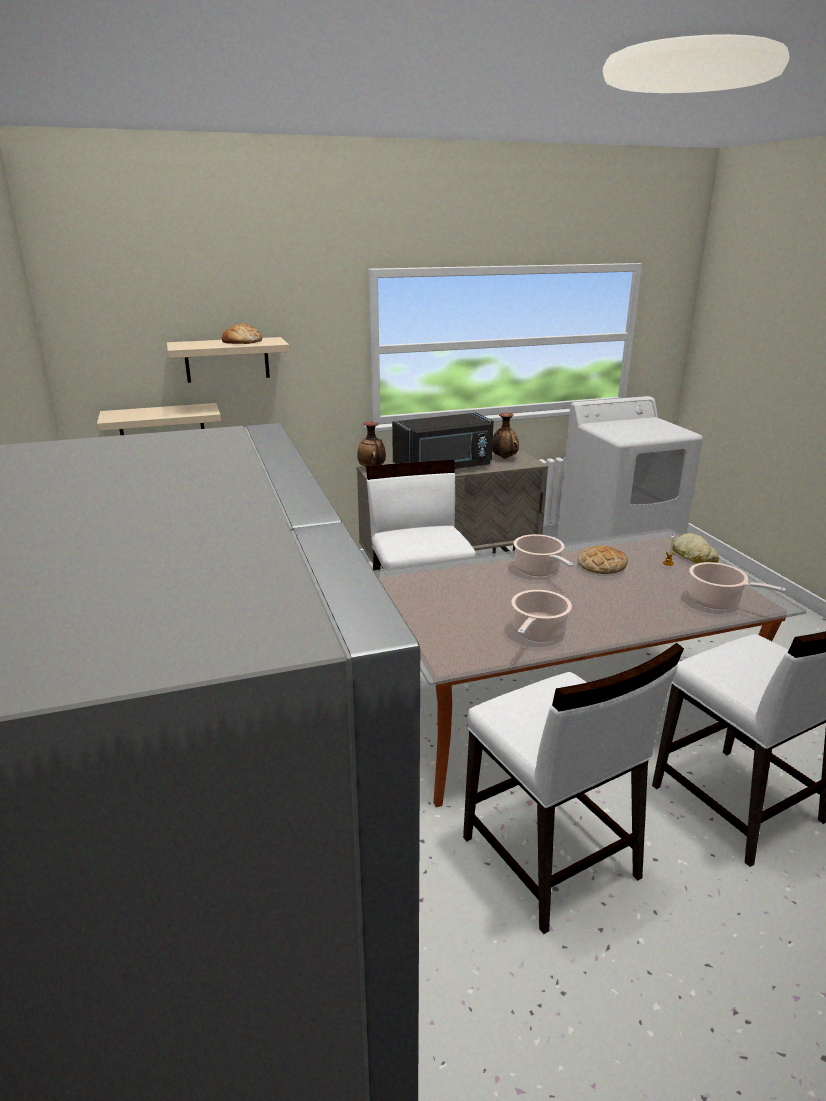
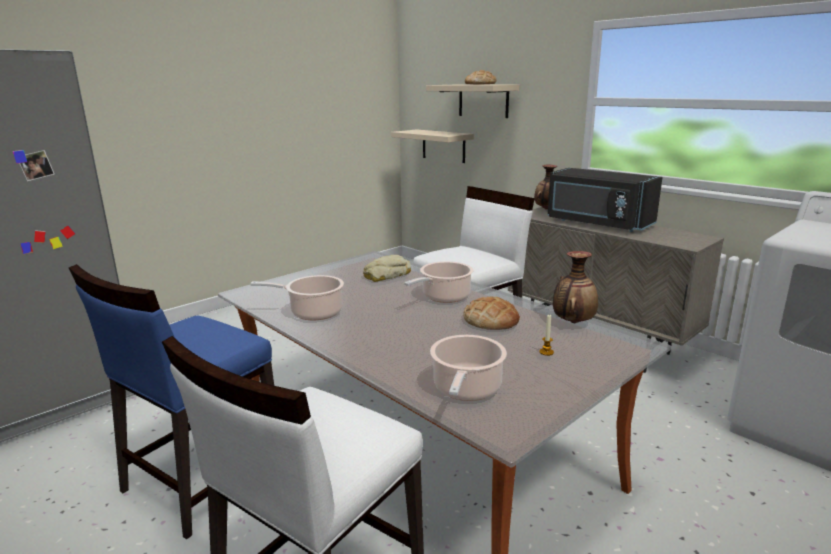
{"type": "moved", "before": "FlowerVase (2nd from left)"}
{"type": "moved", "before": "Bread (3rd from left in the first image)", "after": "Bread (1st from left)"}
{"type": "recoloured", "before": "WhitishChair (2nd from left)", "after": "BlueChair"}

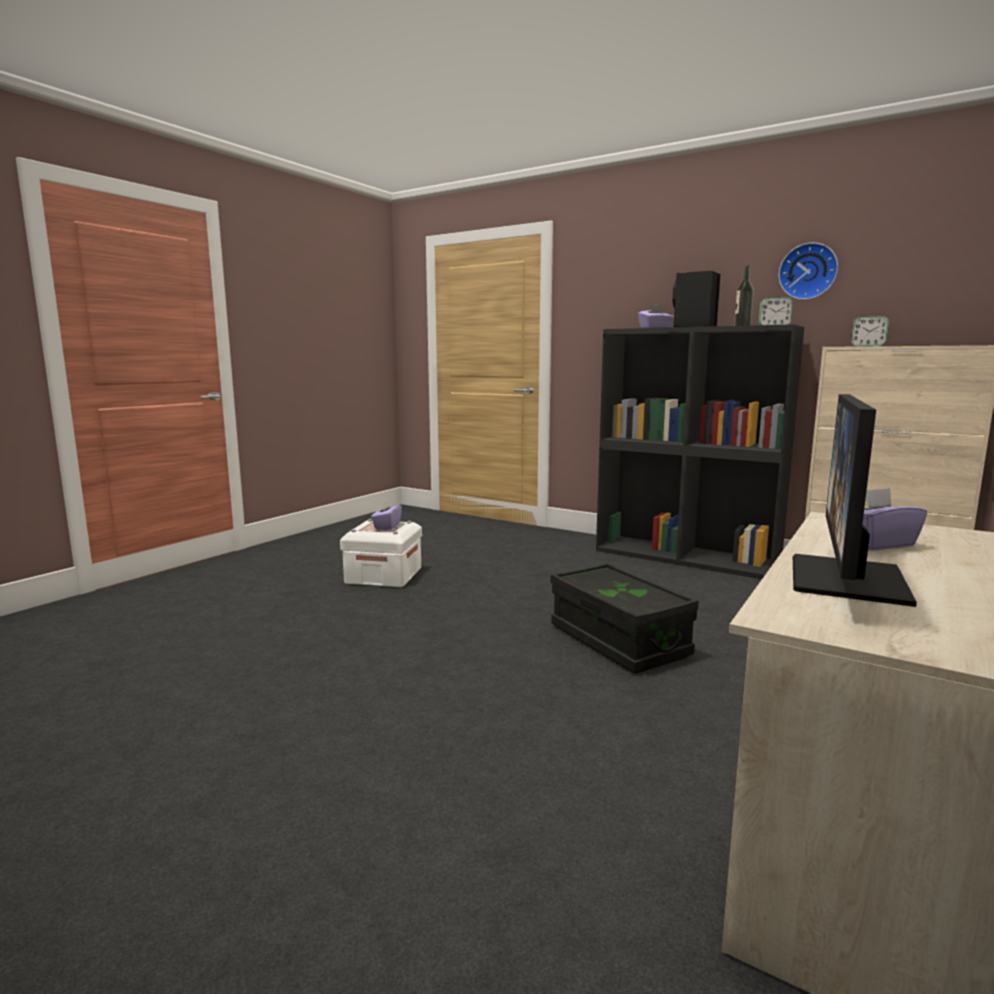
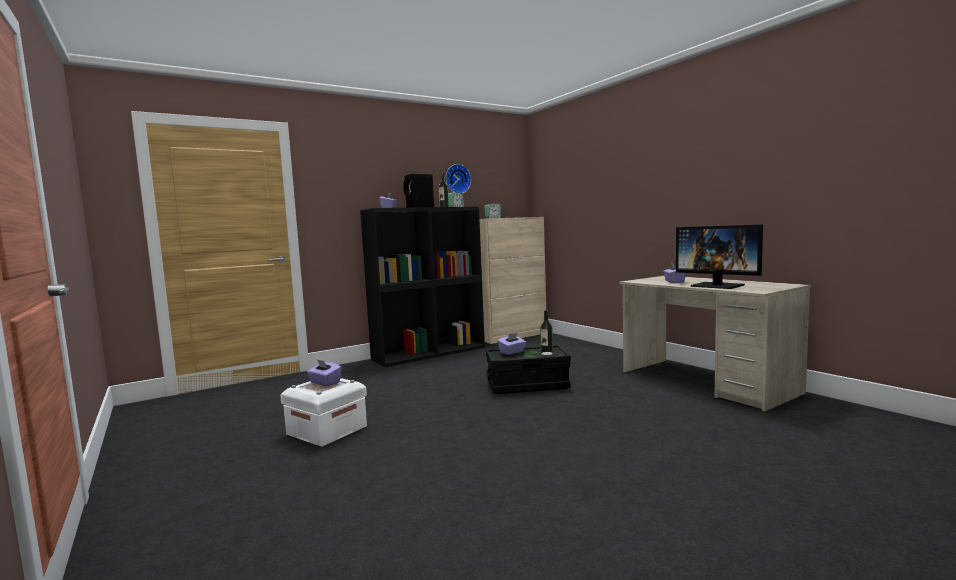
{"type": "added", "after": "Bottle (2nd from left)"}
{"type": "added", "after": "PurplishBoxOfTissues (3rd from left)"}

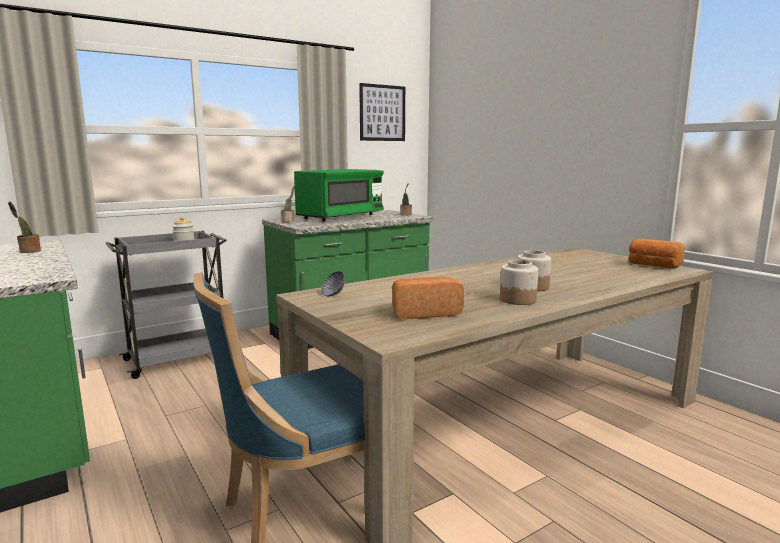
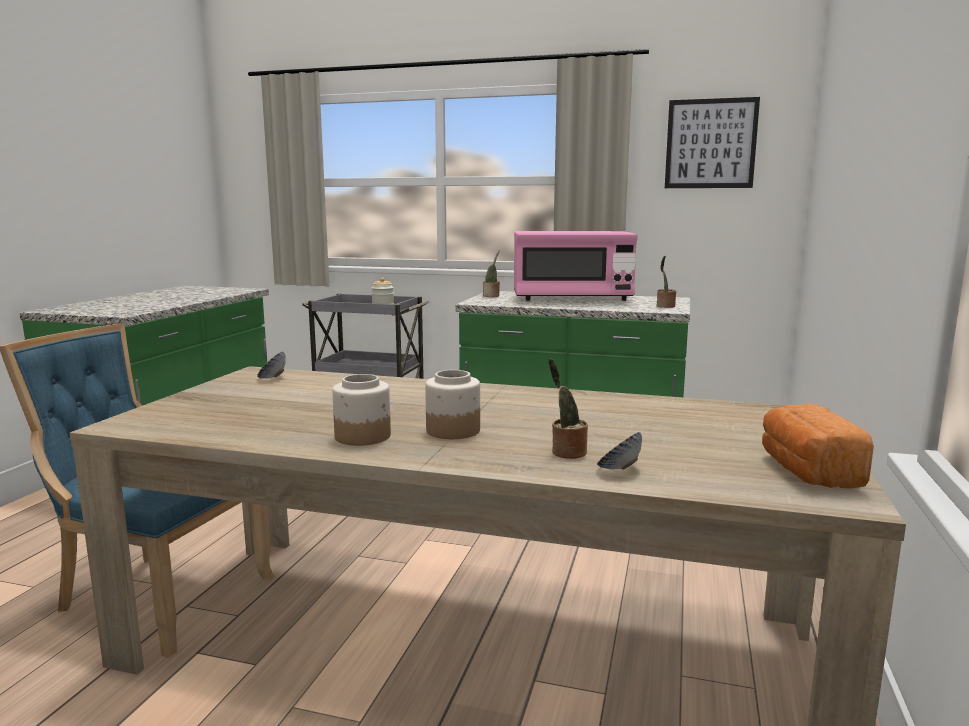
{"type": "recoloured", "before": "GreenMicrowaveOven", "after": "PinkMicrowaveOven"}
{"type": "moved", "before": "PottedPlant (1st from left in the first image)", "after": "PottedPlant (2nd from left)"}
{"type": "removed", "before": "Bread (1st from left)"}
{"type": "added", "after": "DeepDish (2nd from left)"}

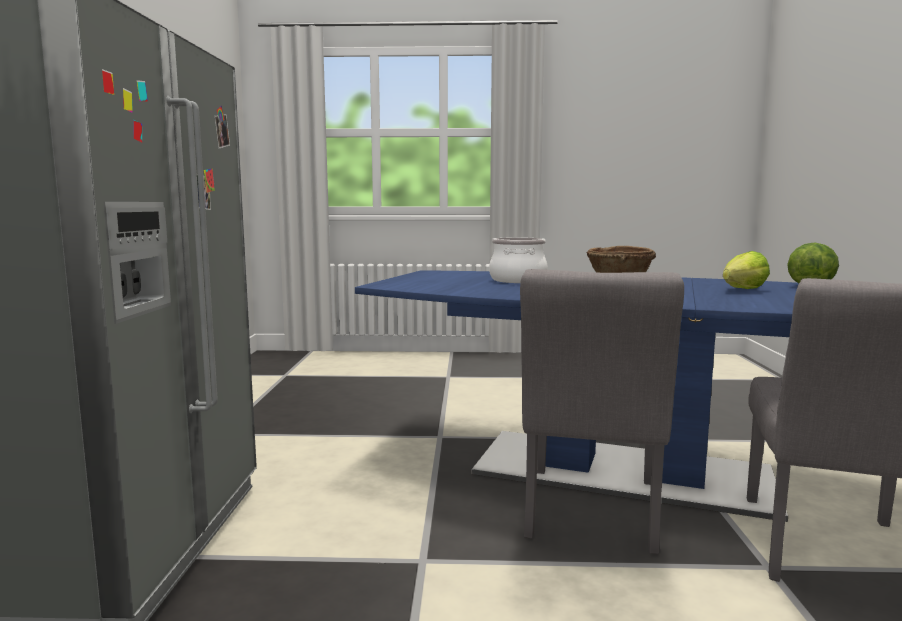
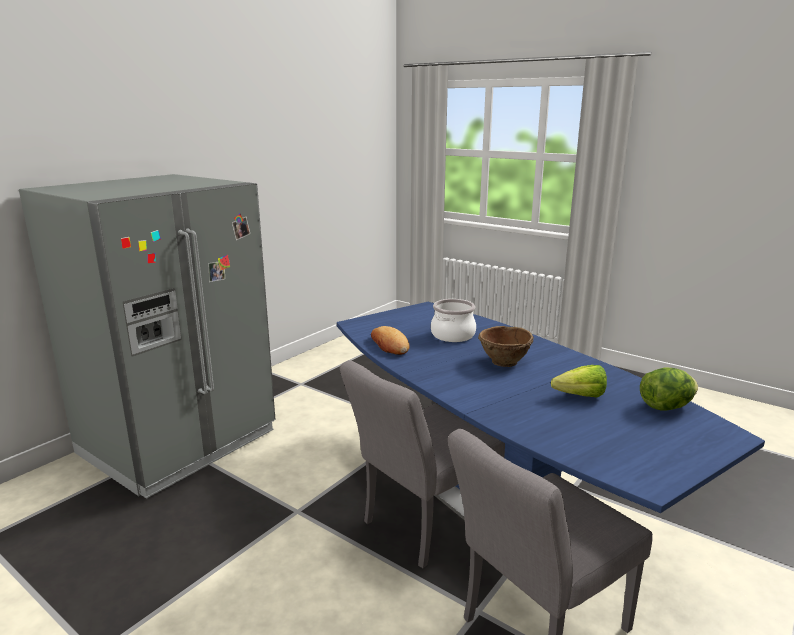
{"type": "added", "after": "Bread"}

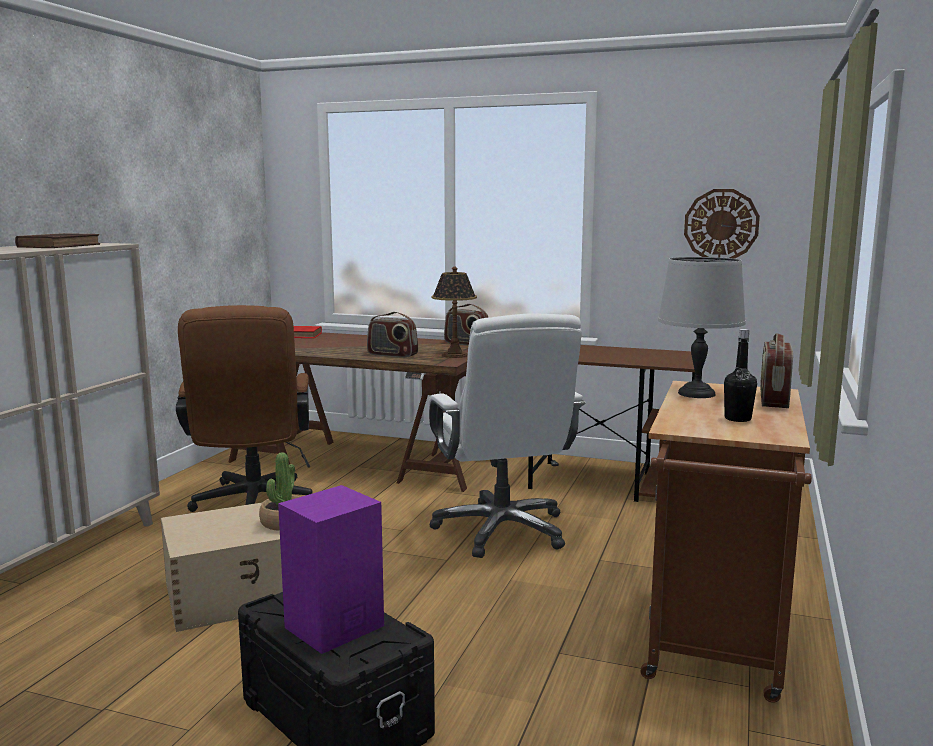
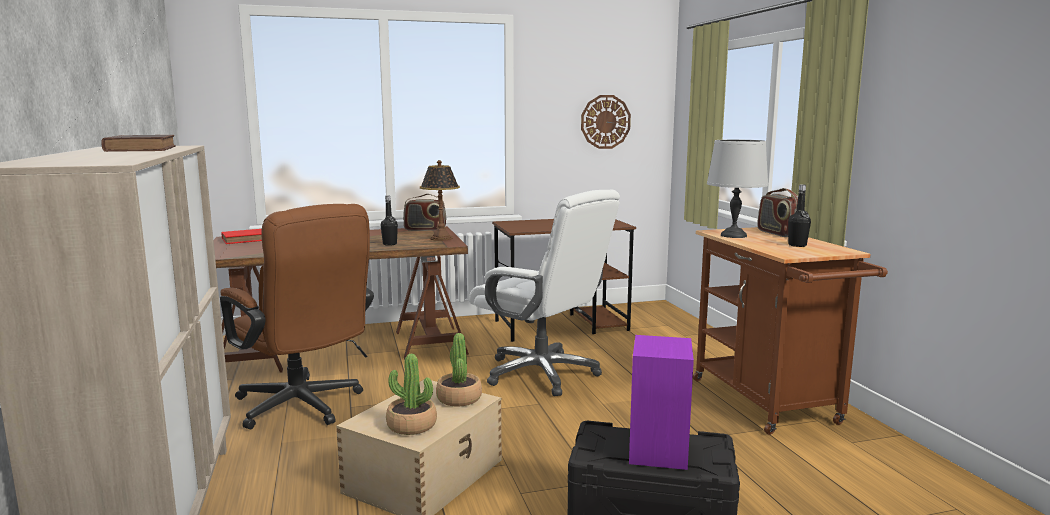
{"type": "replaced", "before": "Radio (1st from left)", "after": "BlackBottle (1st from left)"}
{"type": "added", "after": "PottedPlant (1st from left)"}

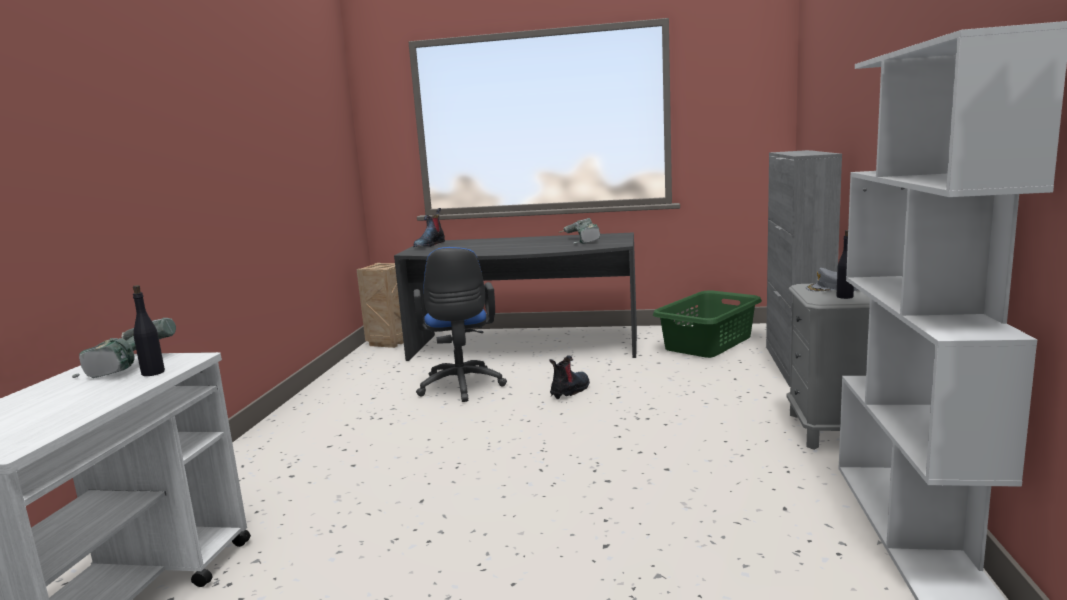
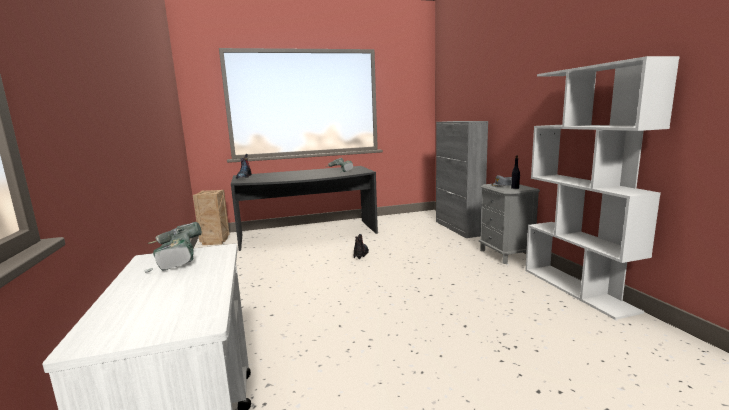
{"type": "removed", "before": "BlueComputerChair"}
{"type": "removed", "before": "BlackBottle (1st from left)"}
{"type": "removed", "before": "GreenWashingBasket"}

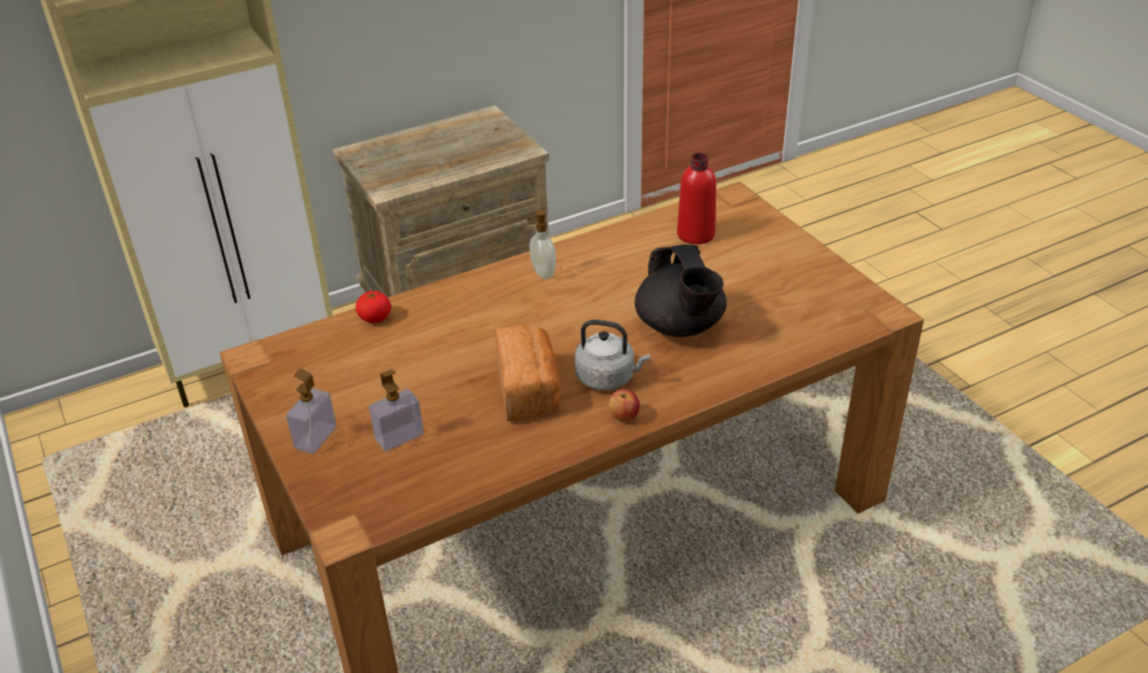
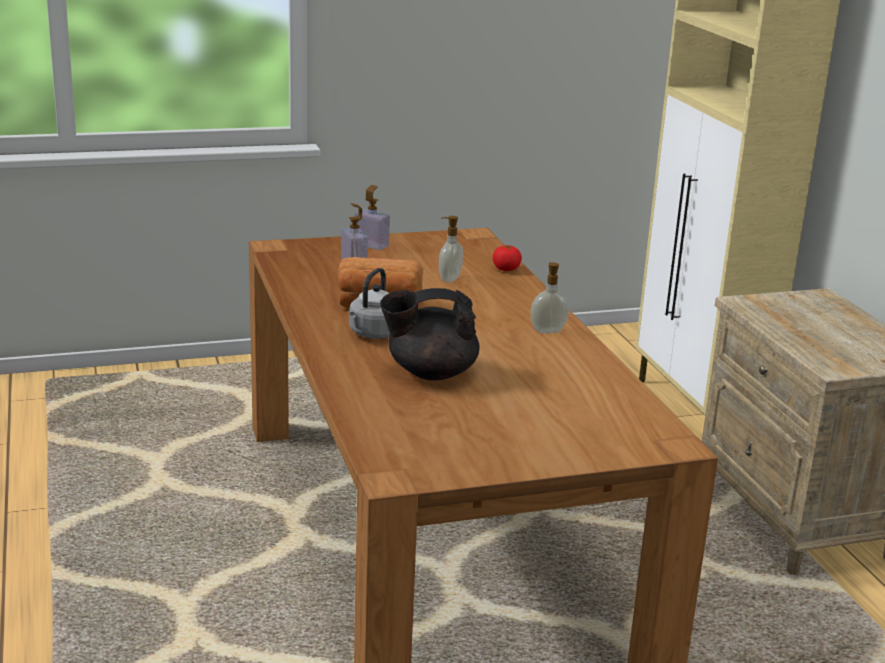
{"type": "removed", "before": "ReddishBottle"}
{"type": "removed", "before": "AppleFruit"}
{"type": "added", "after": "SoapBottle (3rd from left)"}

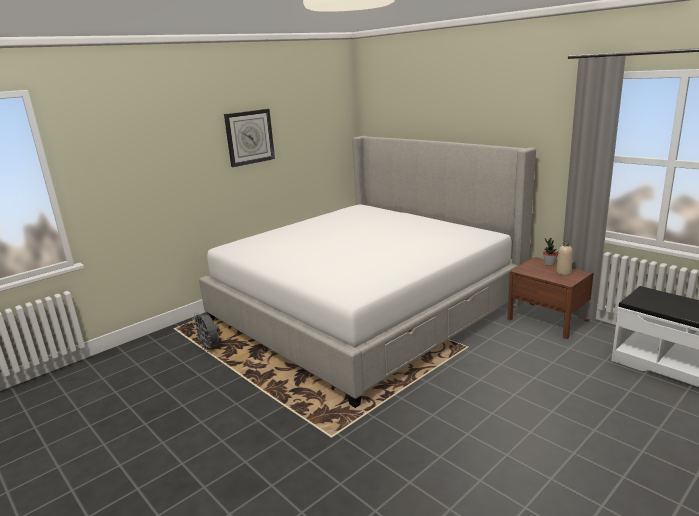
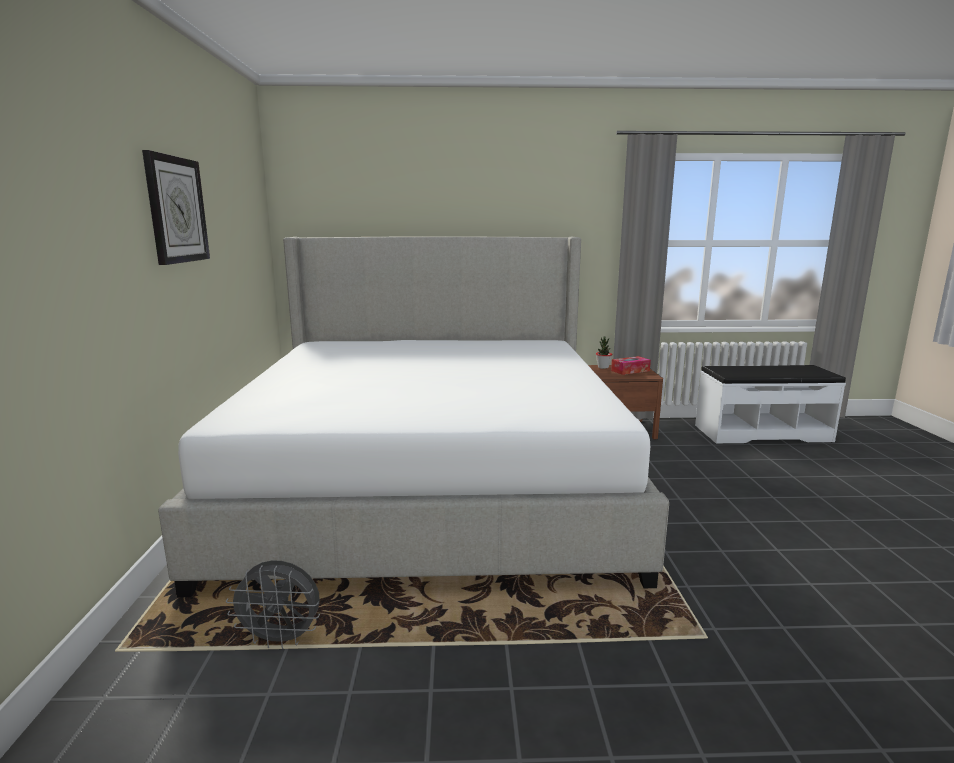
{"type": "replaced", "before": "BeigeBottle", "after": "BoxOfTissues"}

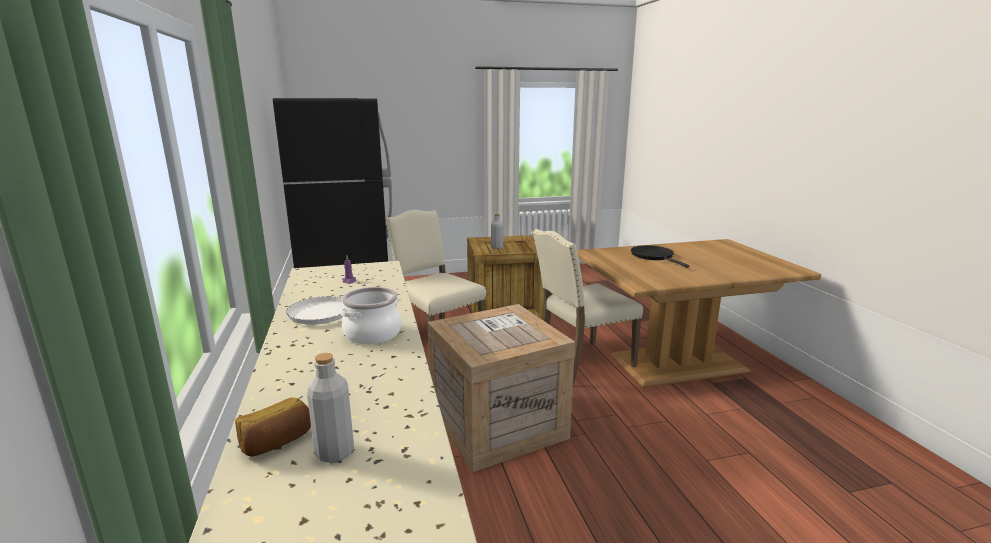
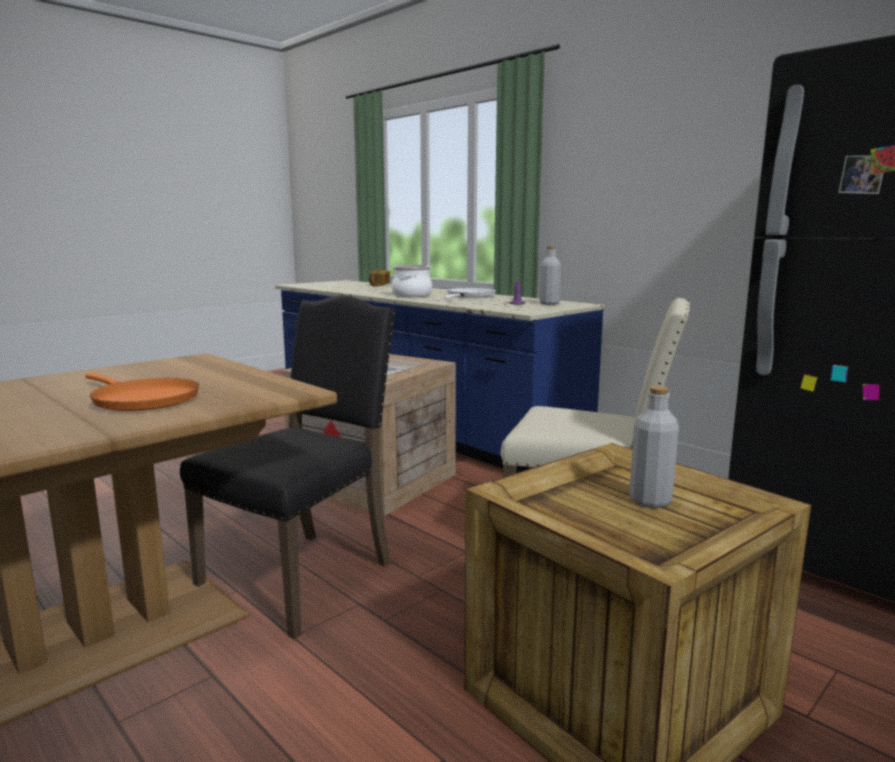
{"type": "recoloured", "before": "BeigeChair (2nd from left)", "after": "BlackChair"}
{"type": "recoloured", "before": "BlackSkillet", "after": "OrangeColouredSkillet"}
{"type": "moved", "before": "GrayBottle (1st from left)"}

